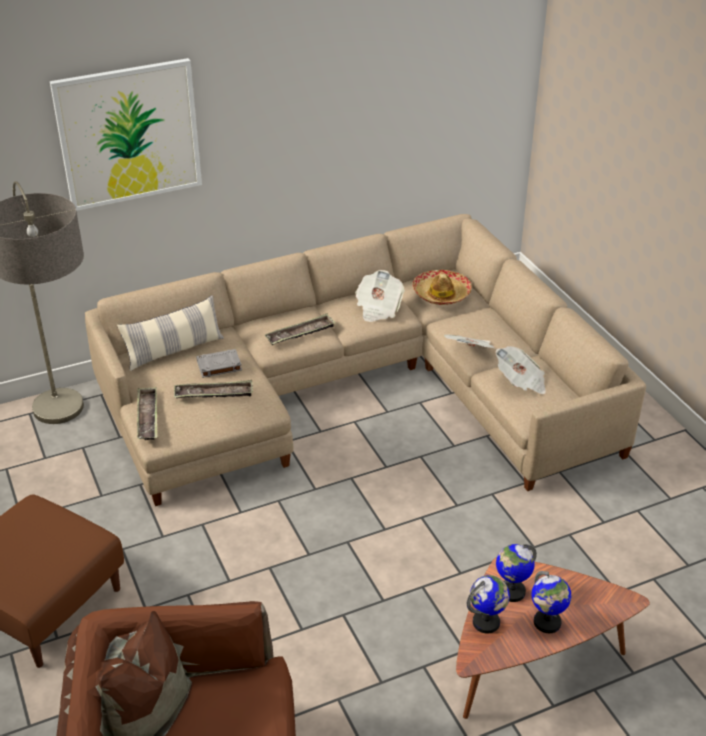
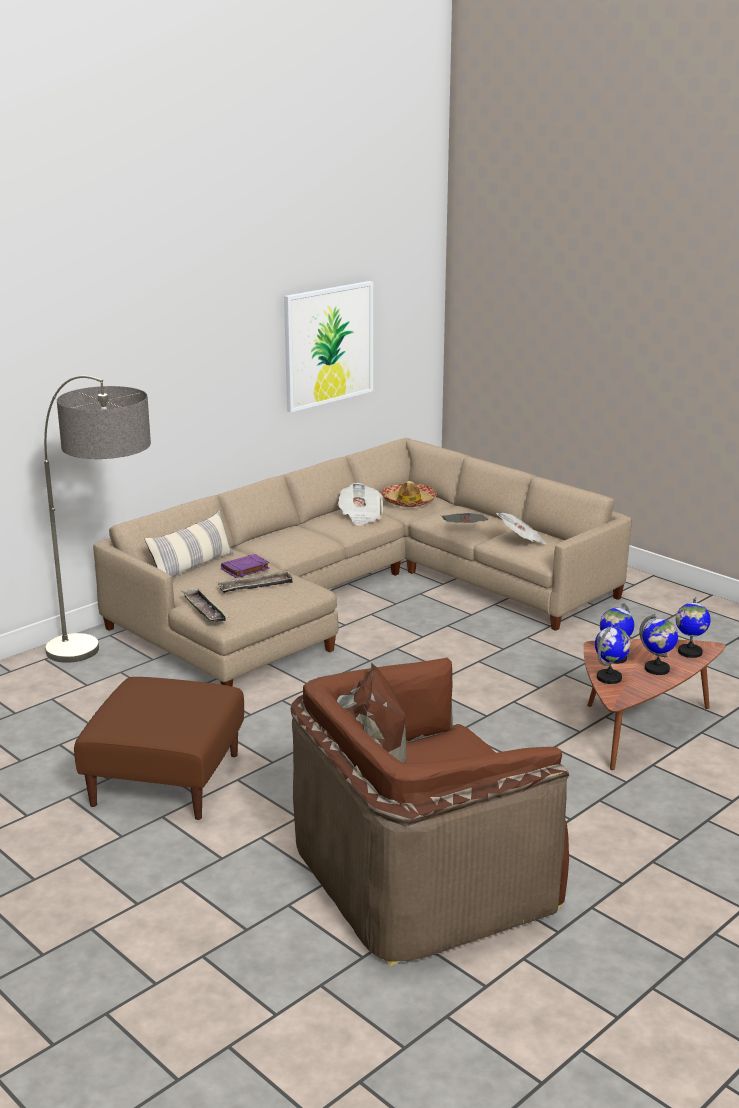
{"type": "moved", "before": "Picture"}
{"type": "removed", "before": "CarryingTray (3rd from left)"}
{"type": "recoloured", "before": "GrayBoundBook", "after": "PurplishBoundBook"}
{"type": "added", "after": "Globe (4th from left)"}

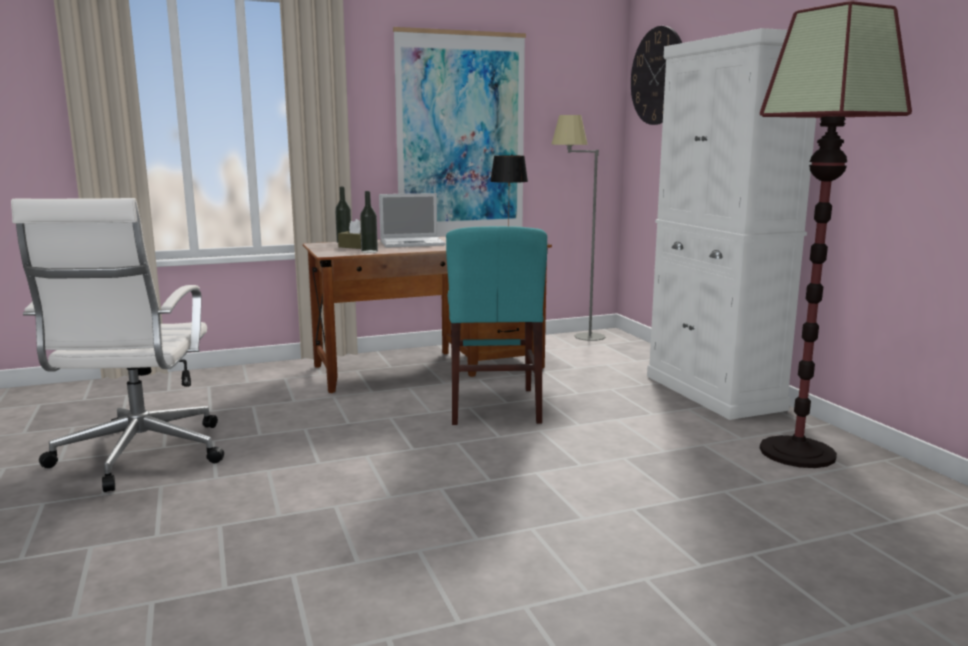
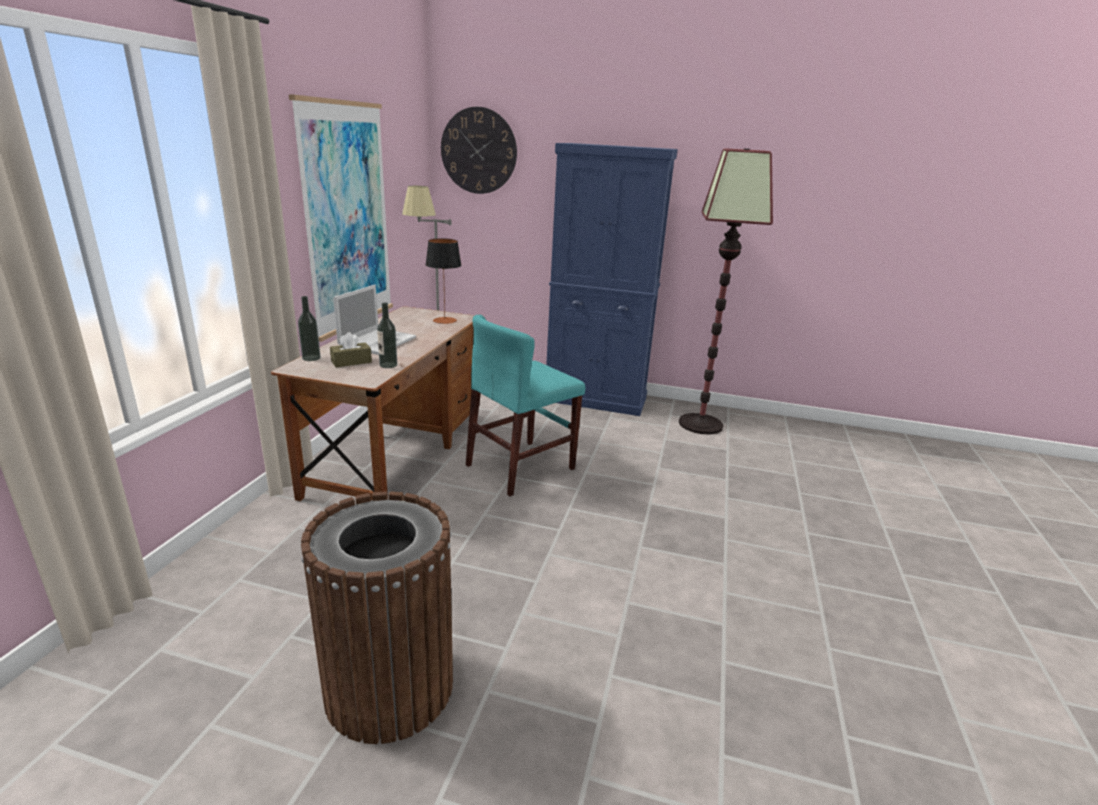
{"type": "recoloured", "before": "WhitishCupboard", "after": "BlueCupboard"}
{"type": "replaced", "before": "WhitishComputerChair", "after": "BrownWasteBin"}
{"type": "turned", "before": "TurquoiseChair", "turn": 105}

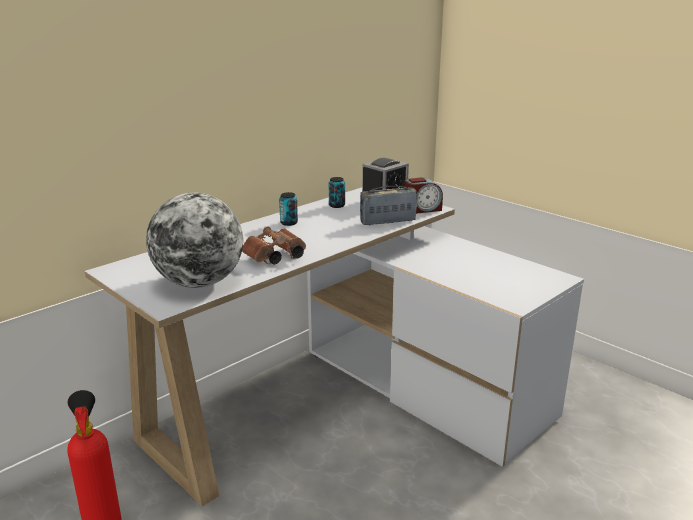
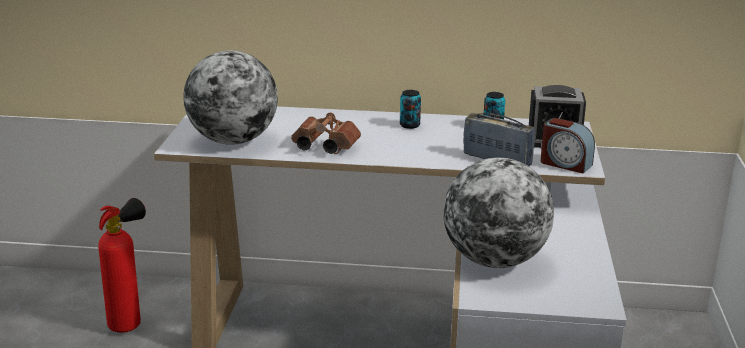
{"type": "added", "after": "Globe (2nd from left)"}

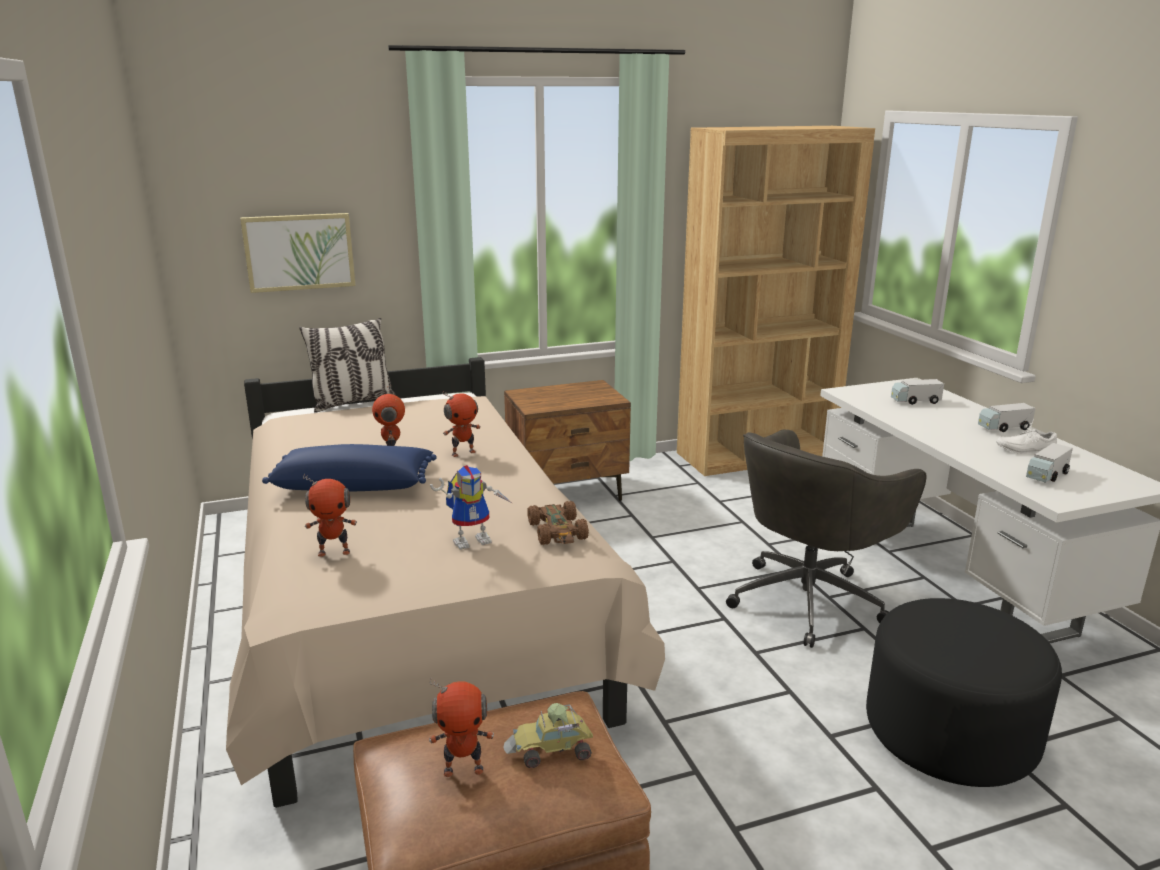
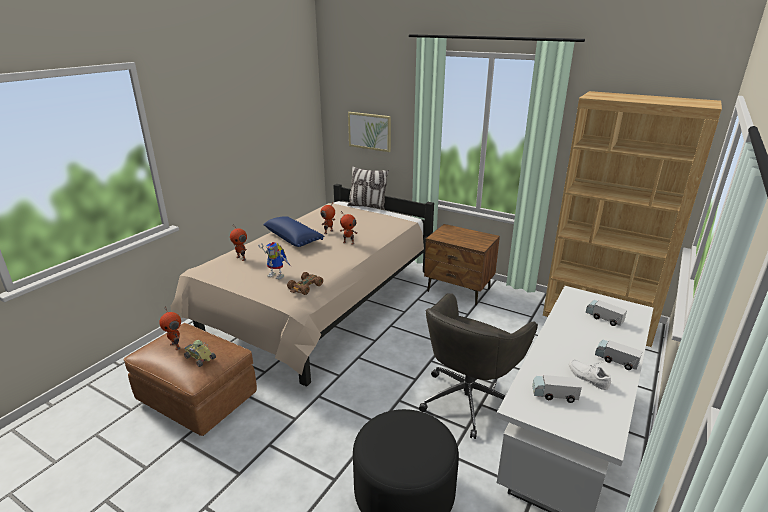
{"type": "turned", "before": "GrayComputerChair", "turn": -60}

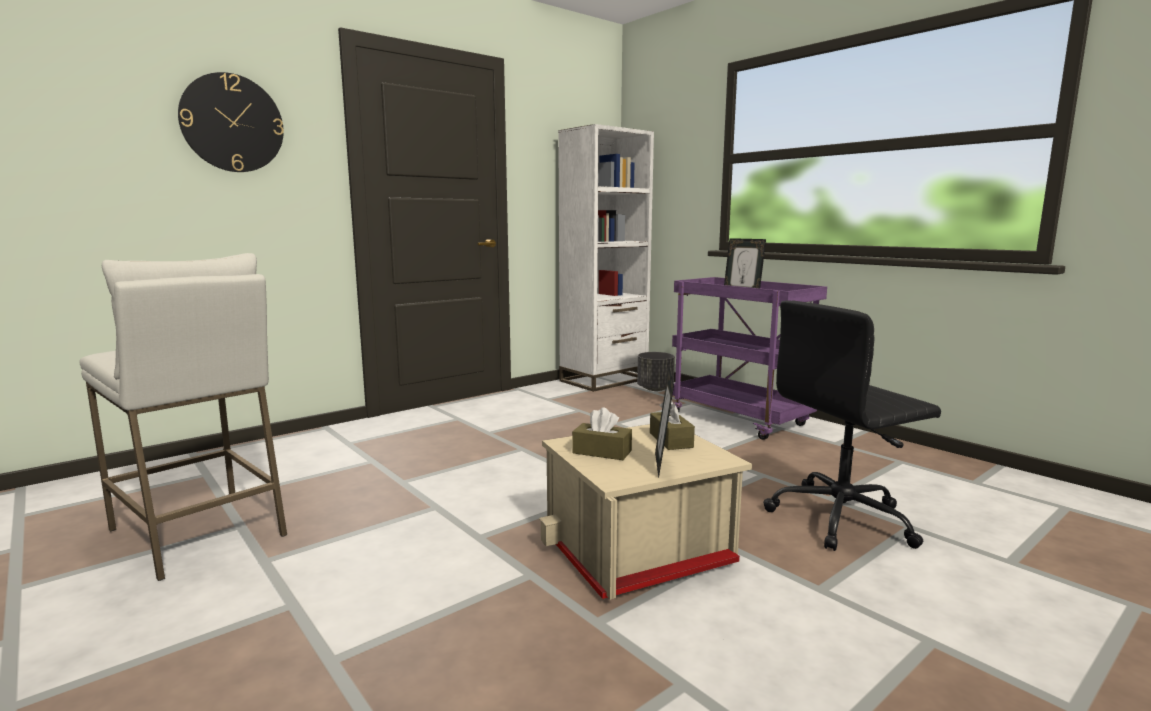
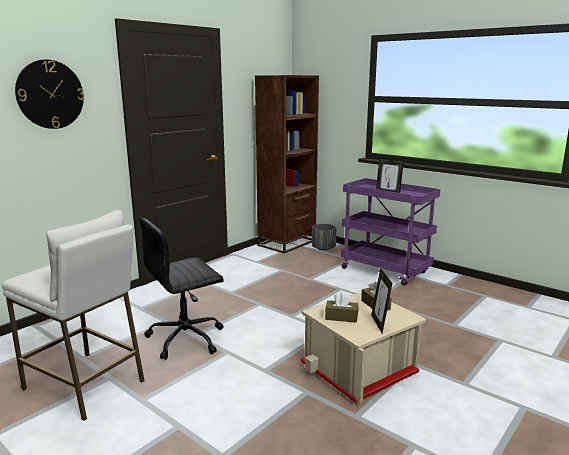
{"type": "recoloured", "before": "WhitishBookshelf", "after": "BrownBookshelf"}
{"type": "moved", "before": "BlackComputerChair"}

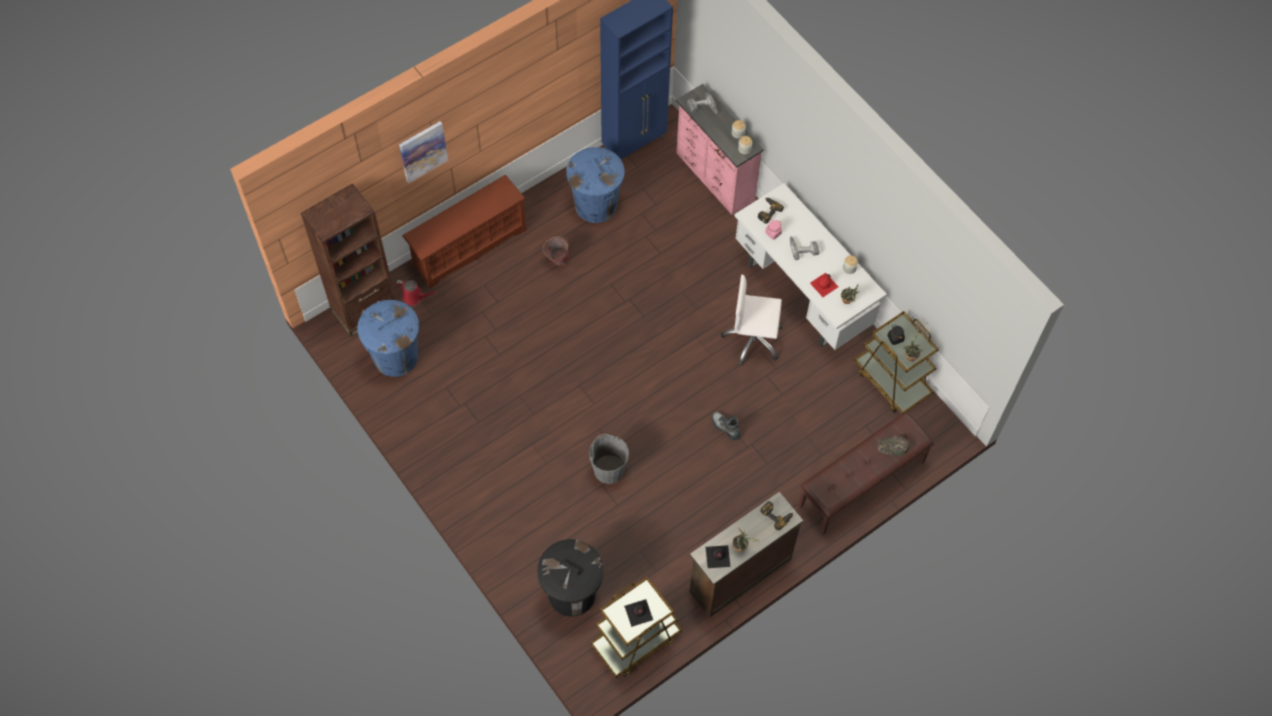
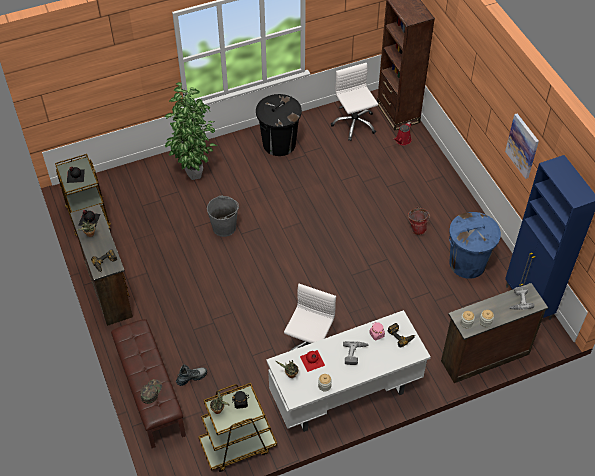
{"type": "recoloured", "before": "PinkChestOfDrawers", "after": "BrownChestOfDrawers (2nd from left)"}
{"type": "moved", "before": "Picture"}
{"type": "removed", "before": "BrownShoeShelf"}
{"type": "replaced", "before": "BlueWasteBin (1st from left)", "after": "WhitishComputerChair (2nd from left)"}
{"type": "moved", "before": "TallBoot"}
{"type": "moved", "before": "BlackWasteBin"}
{"type": "added", "after": "PottedPlant (2nd from left)"}

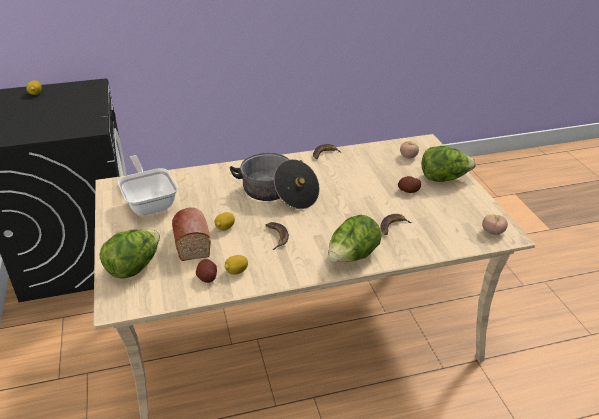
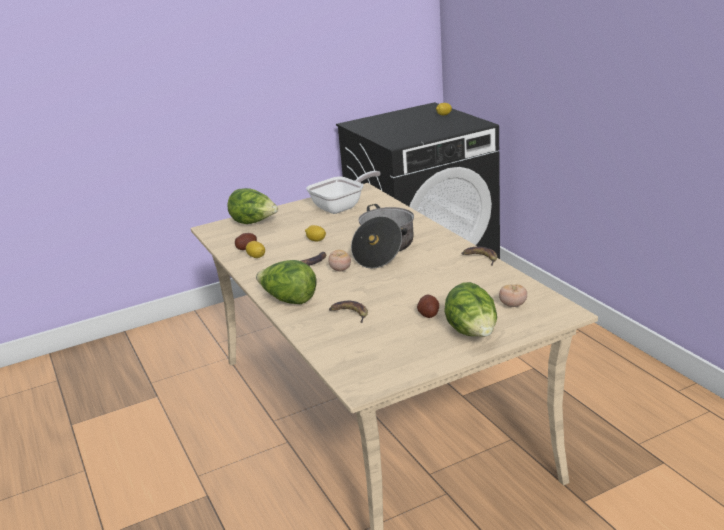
{"type": "removed", "before": "Bread"}
{"type": "moved", "before": "FreshTomato (2nd from left in the first image)", "after": "FreshTomato (1st from left)"}

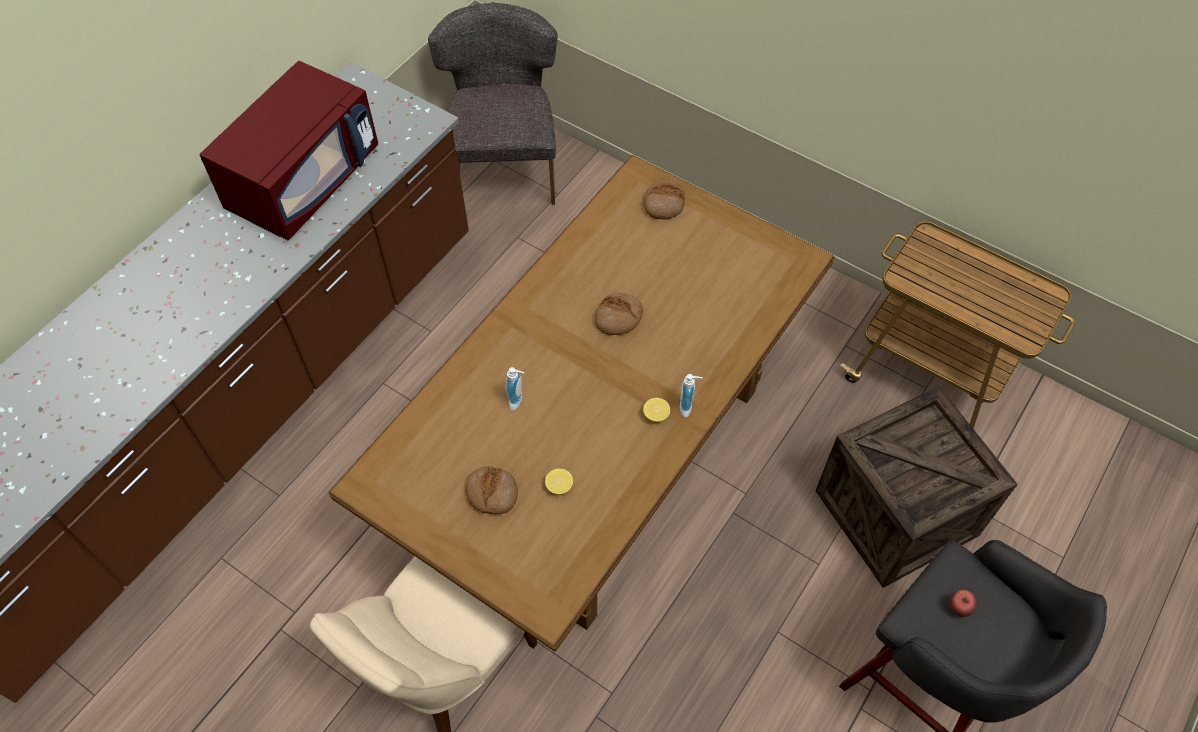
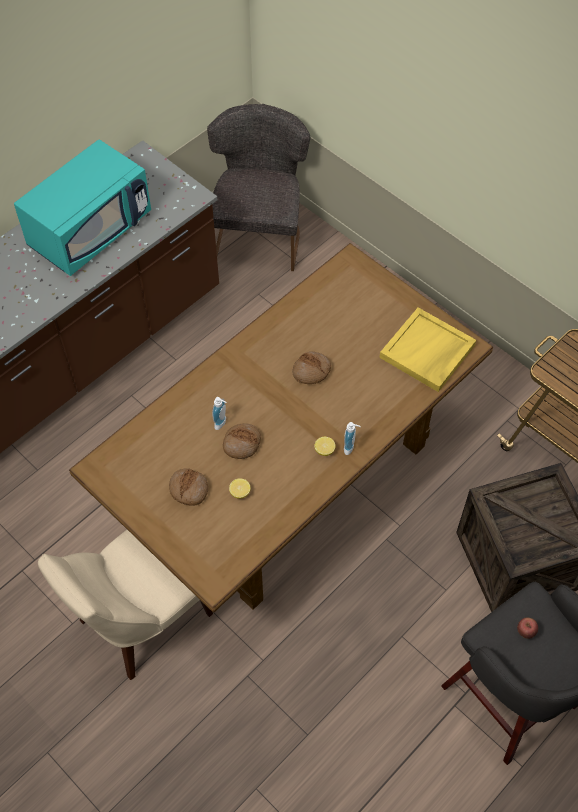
{"type": "recoloured", "before": "ReddishMicrowaveOven", "after": "TurquoiseMicrowaveOven"}
{"type": "moved", "before": "Bread (3rd from left in the first image)", "after": "Bread (2nd from left)"}
{"type": "added", "after": "YellowishCarryingTray"}

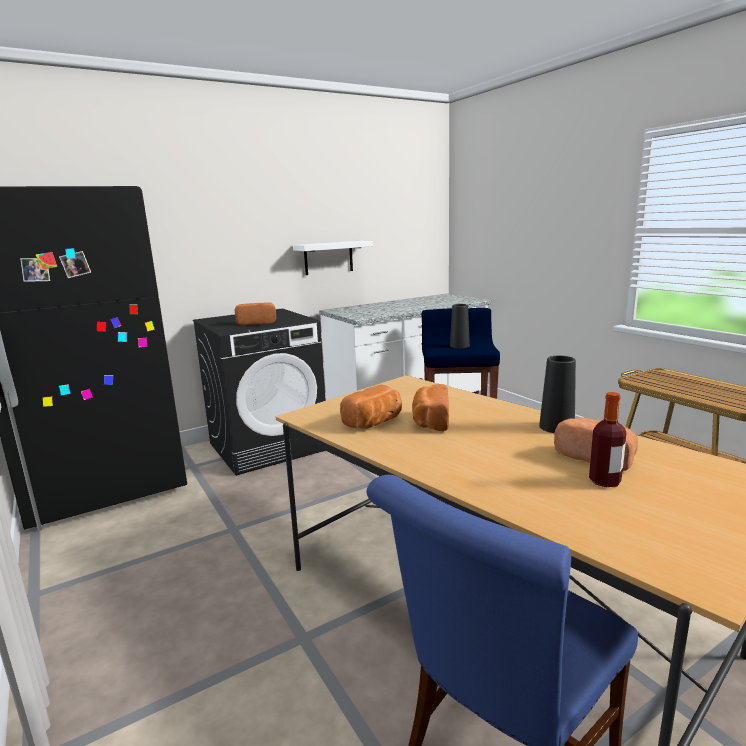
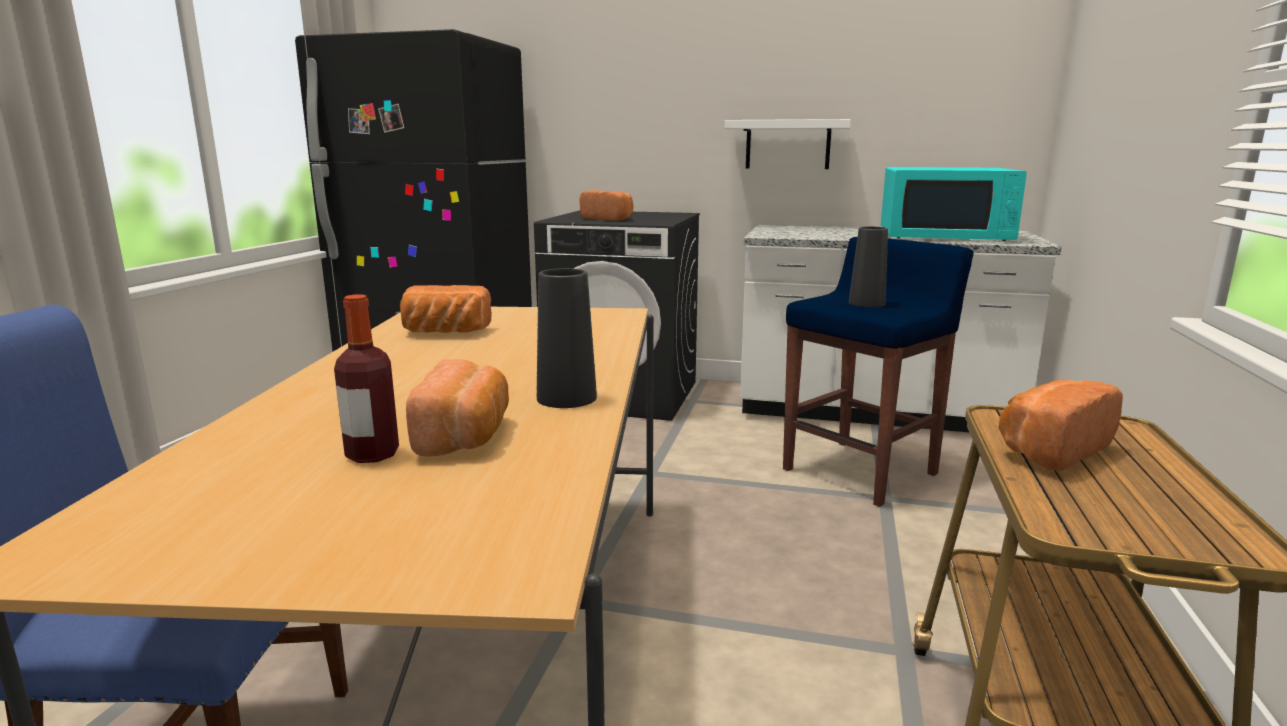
{"type": "moved", "before": "Bread (3rd from left in the first image)", "after": "Bread (4th from left)"}
{"type": "added", "after": "TurquoiseMicrowaveOven"}

